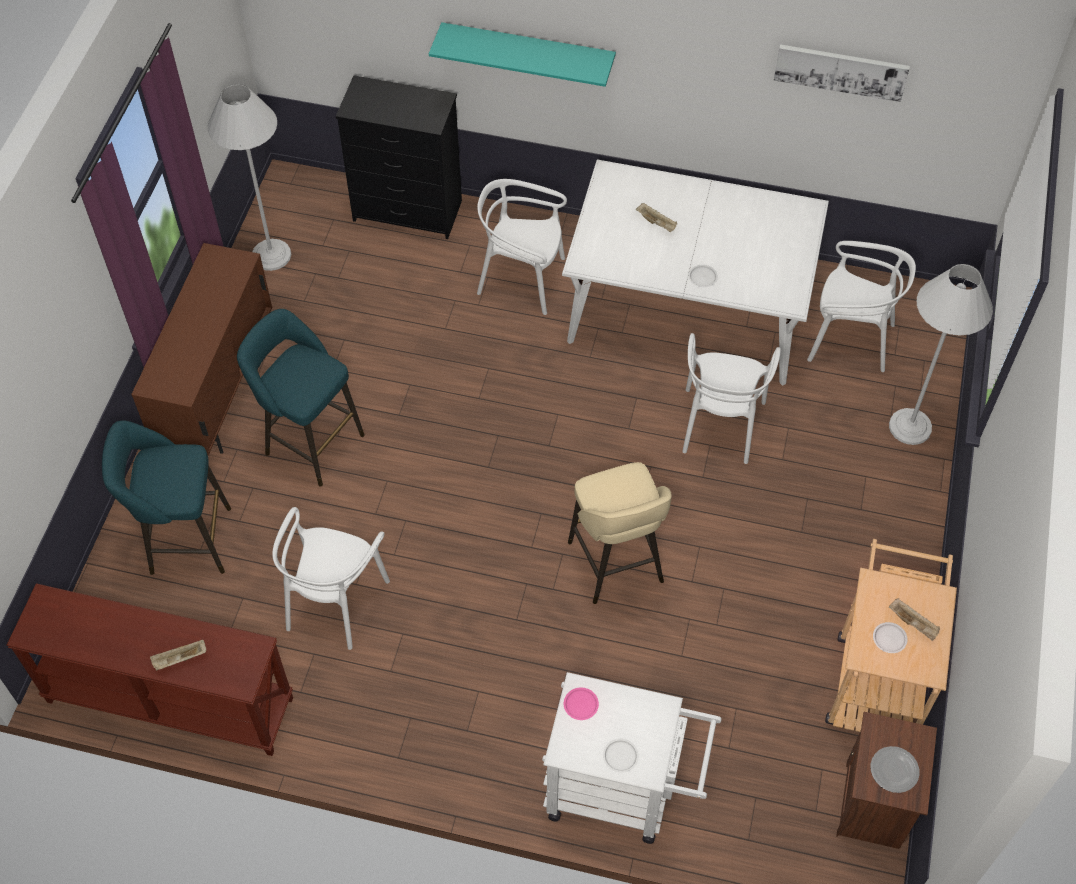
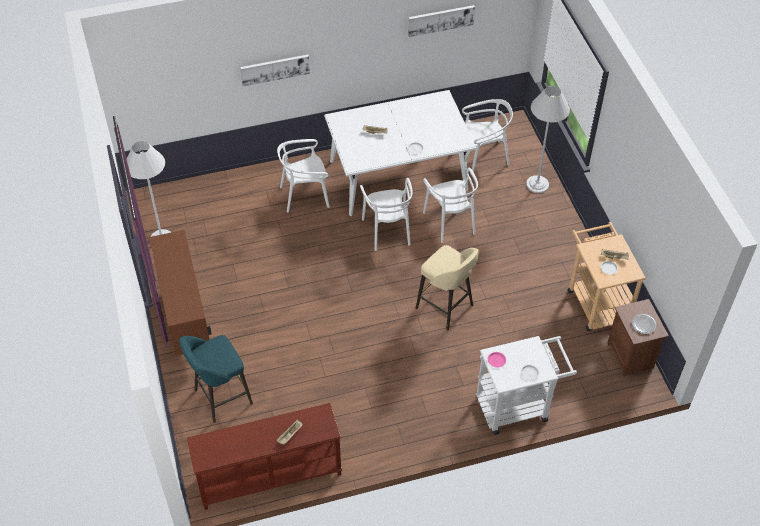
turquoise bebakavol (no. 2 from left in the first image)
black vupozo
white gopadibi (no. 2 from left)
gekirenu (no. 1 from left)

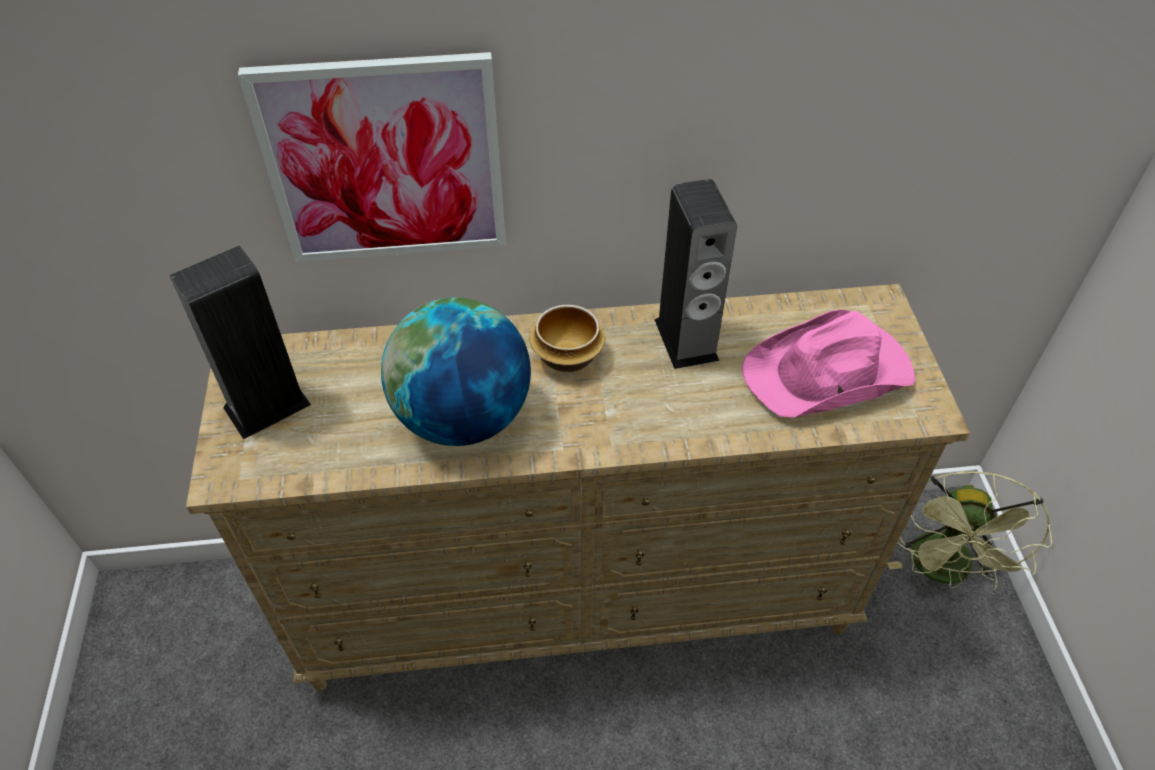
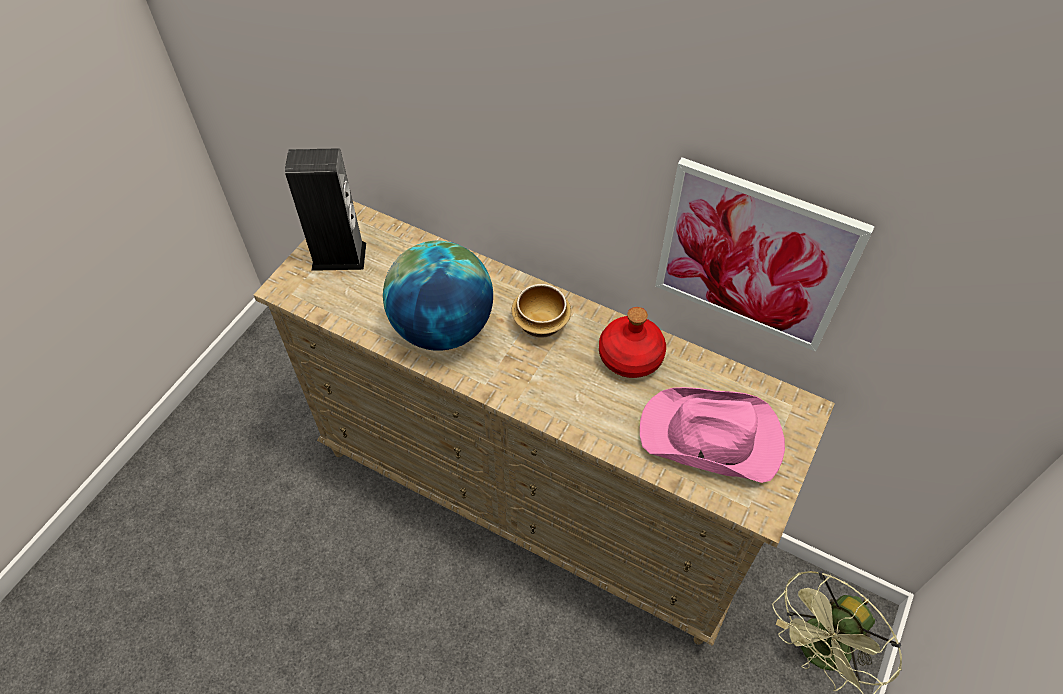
gekirenu
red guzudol

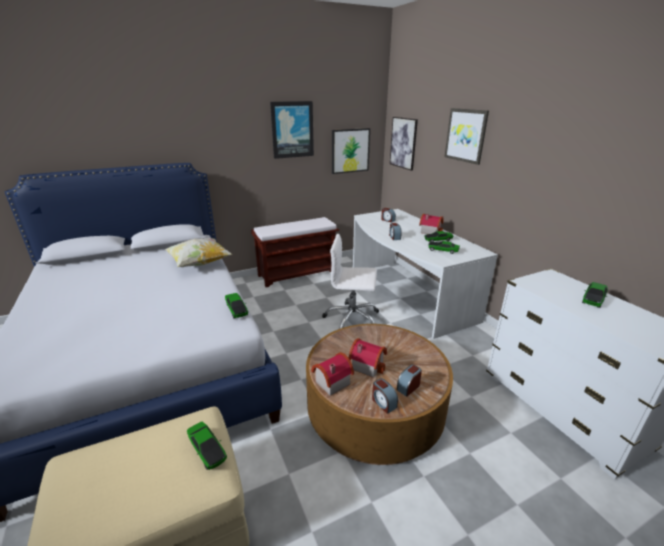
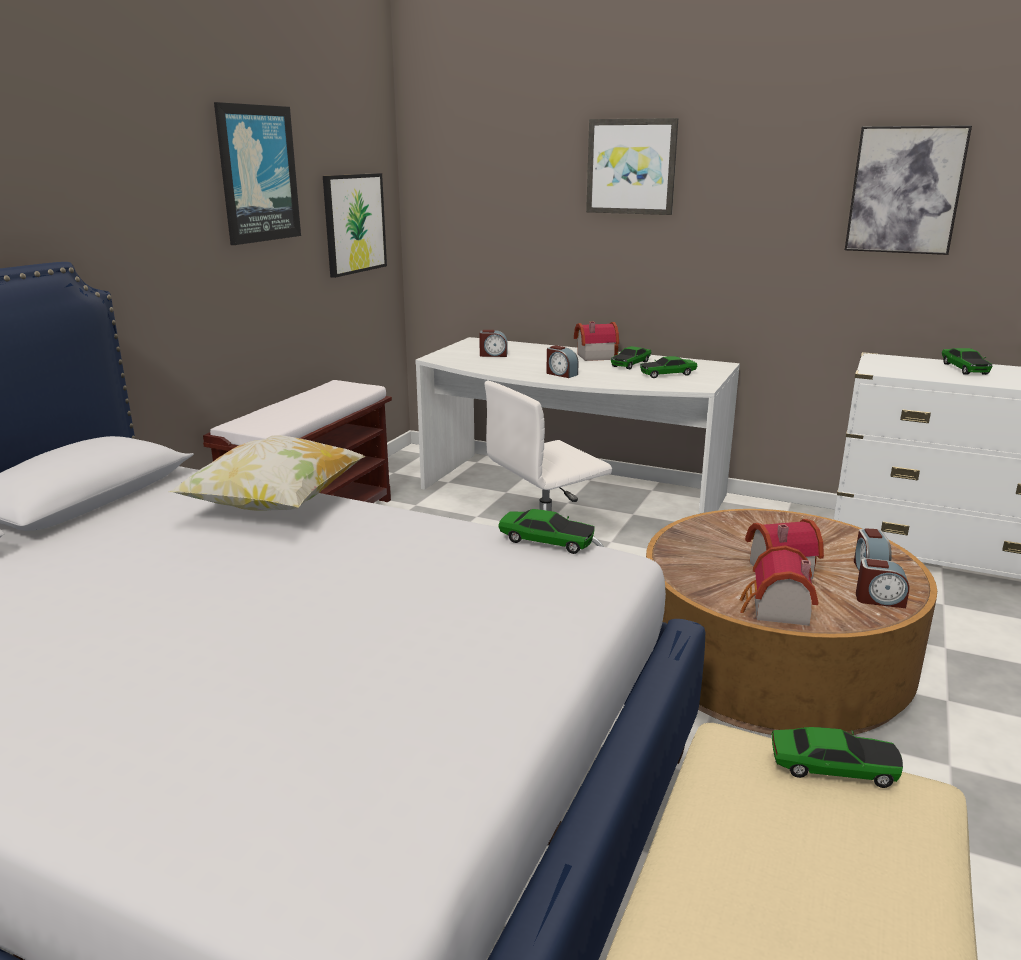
gekirenu (no. 4 from left)

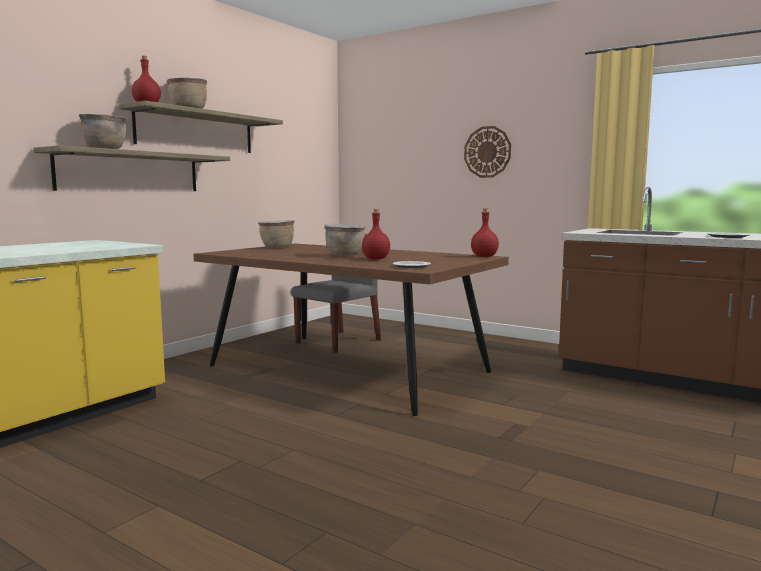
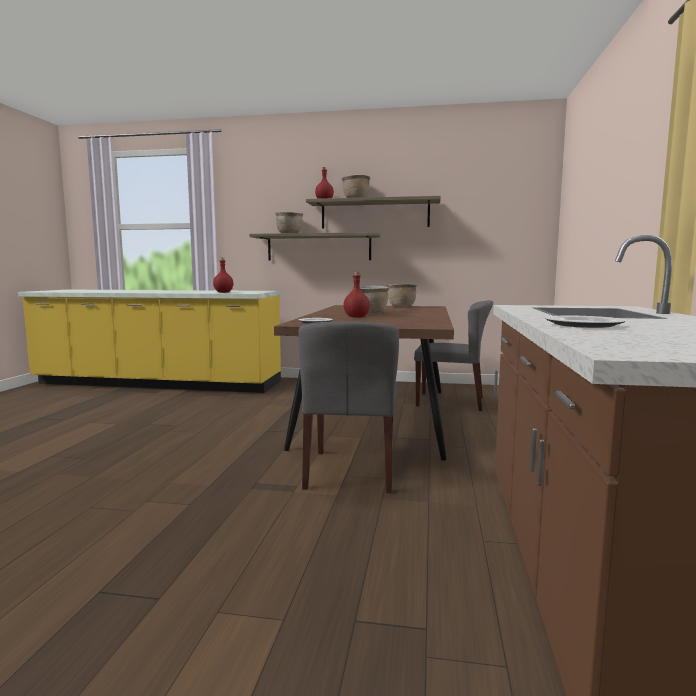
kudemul
grey gopadibi (no. 1 from left)
red guzudol (no. 1 from left)

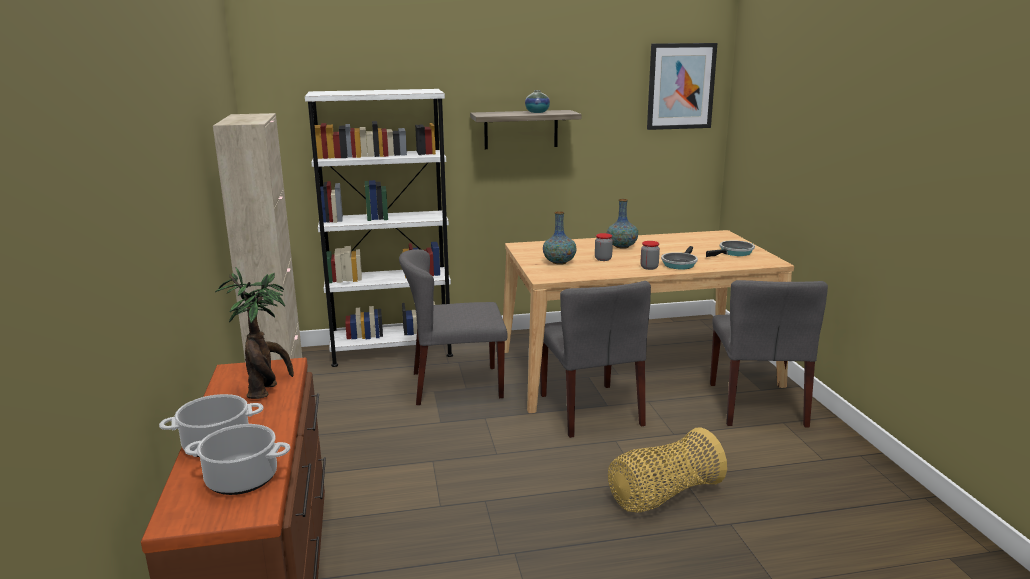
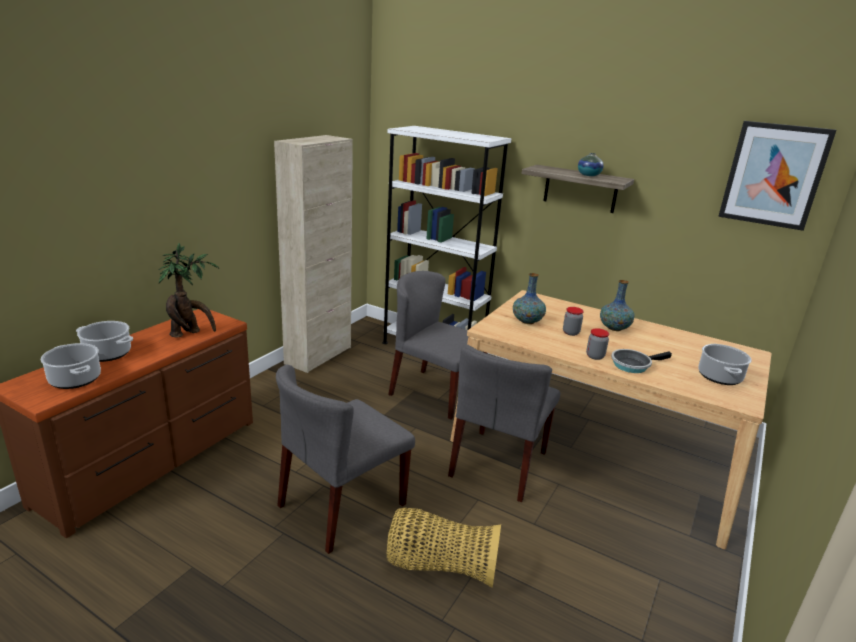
grey gopadibi (no. 1 from left)
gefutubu (no. 3 from left)

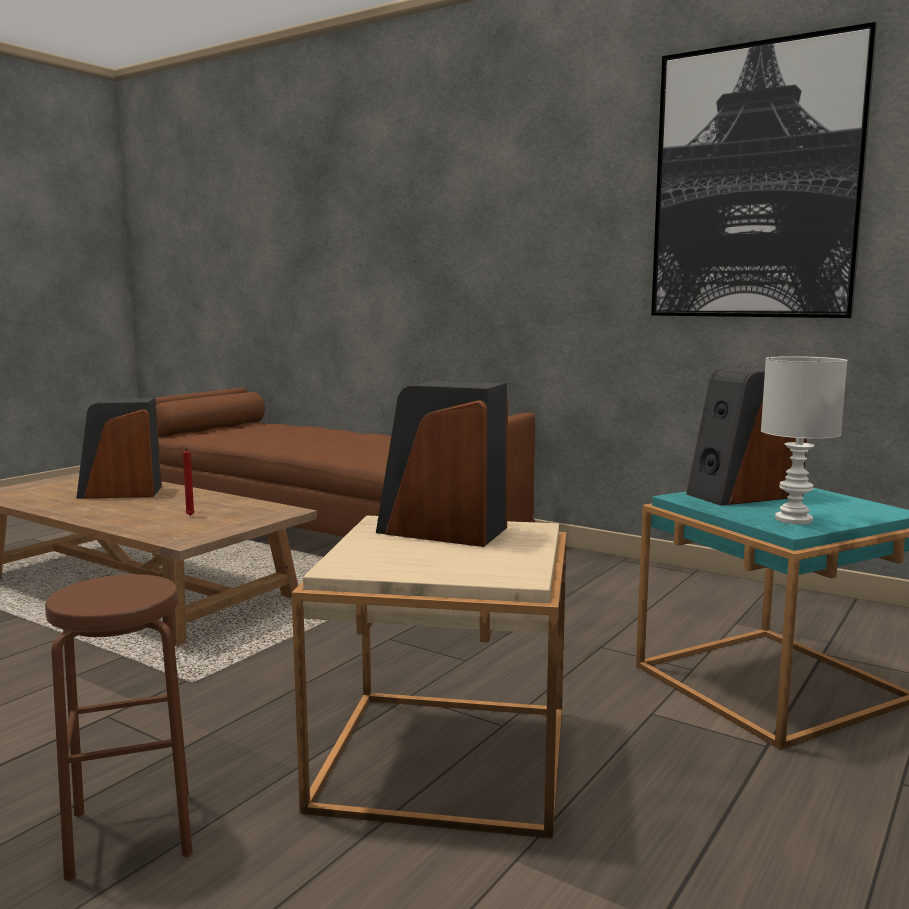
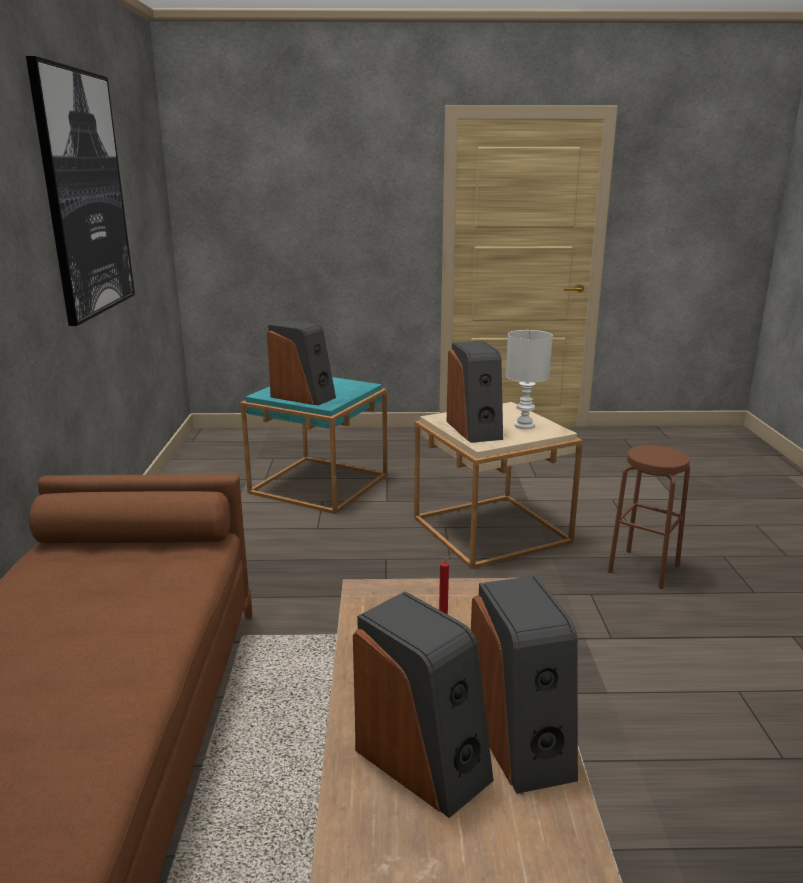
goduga (no. 4 from left)
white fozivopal

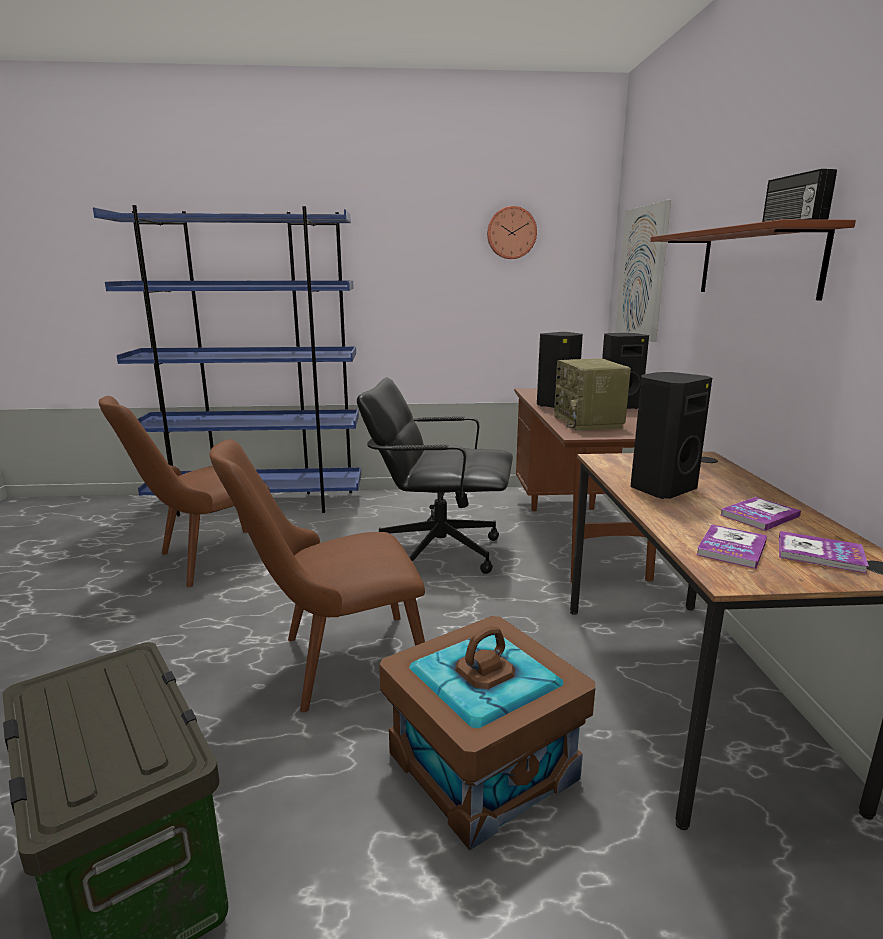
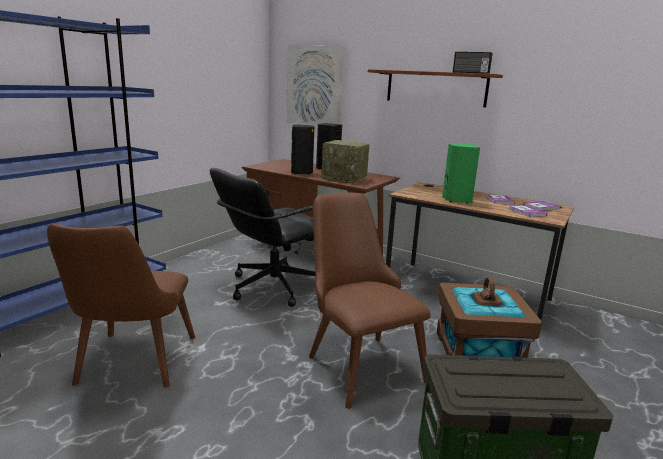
kudemul
green goduga
brown gopadibi (no. 2 from left)

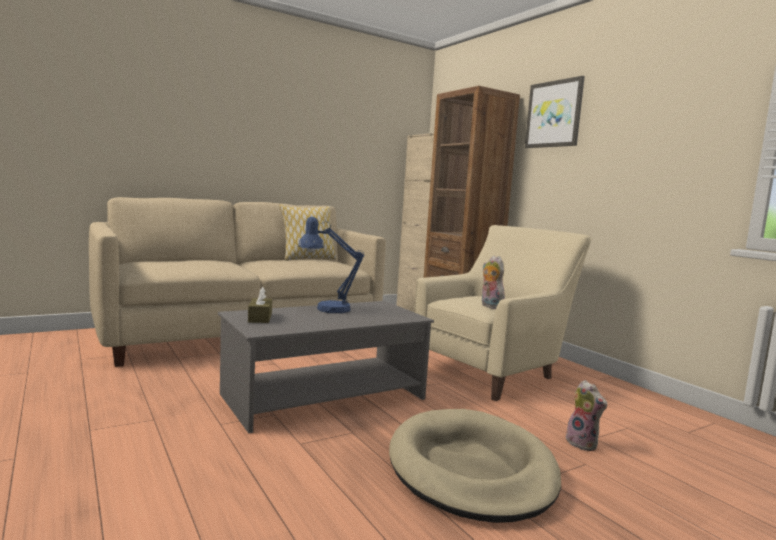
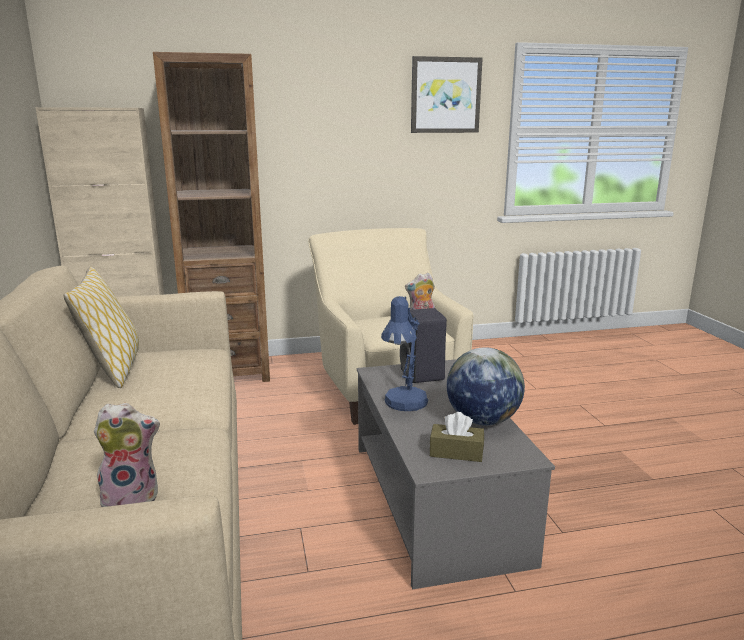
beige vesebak
black goduga
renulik
gekirenu
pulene (no. 1 from left)

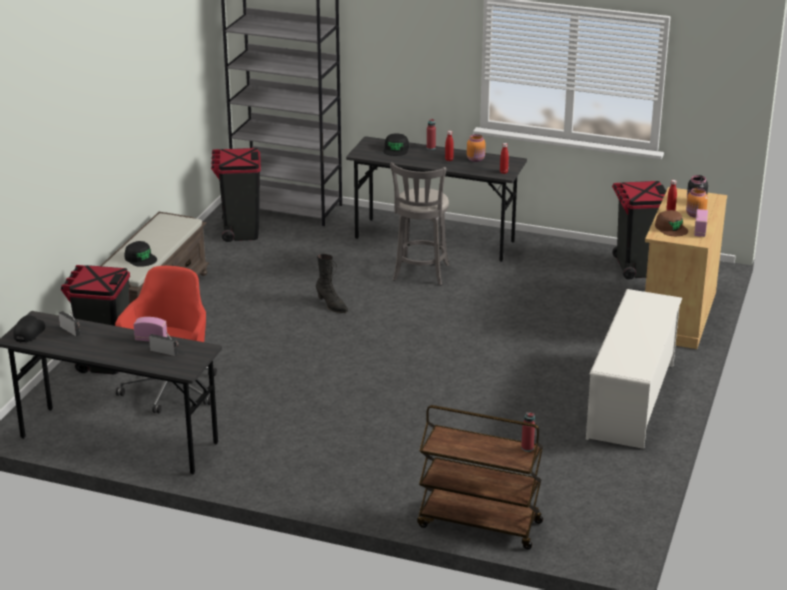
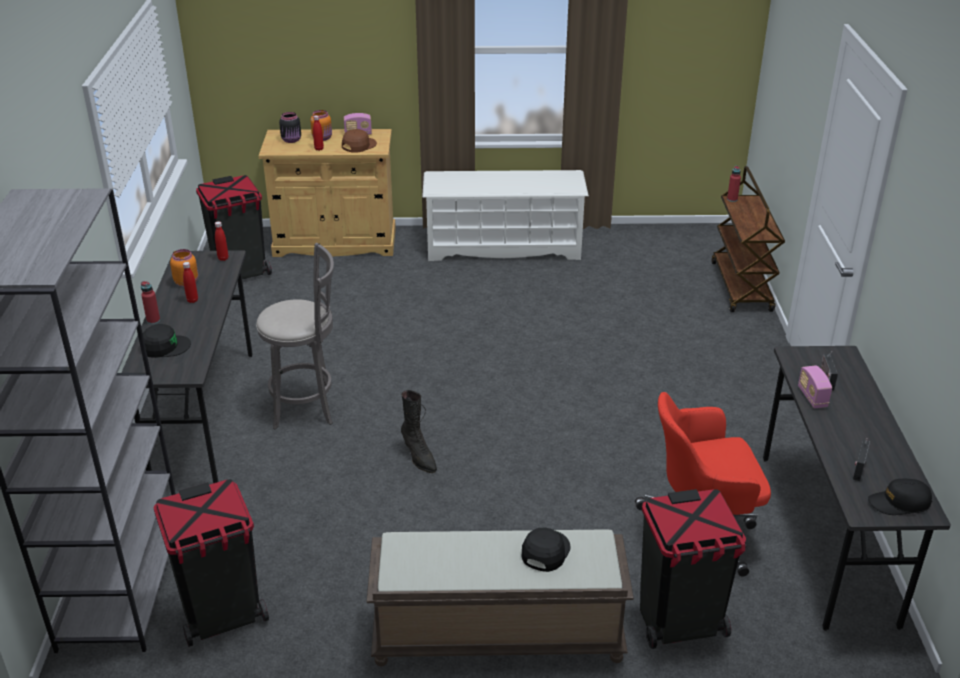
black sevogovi

